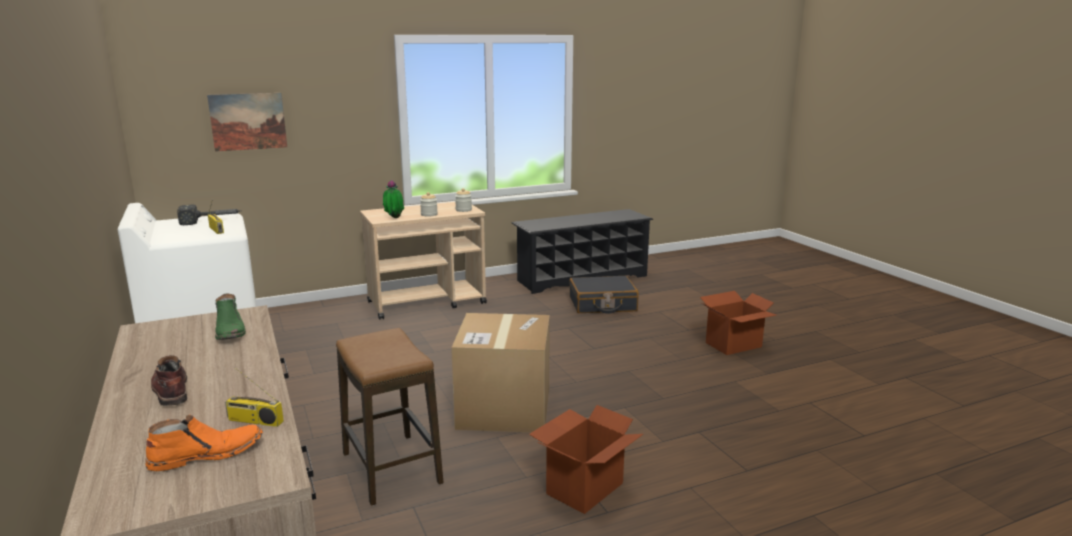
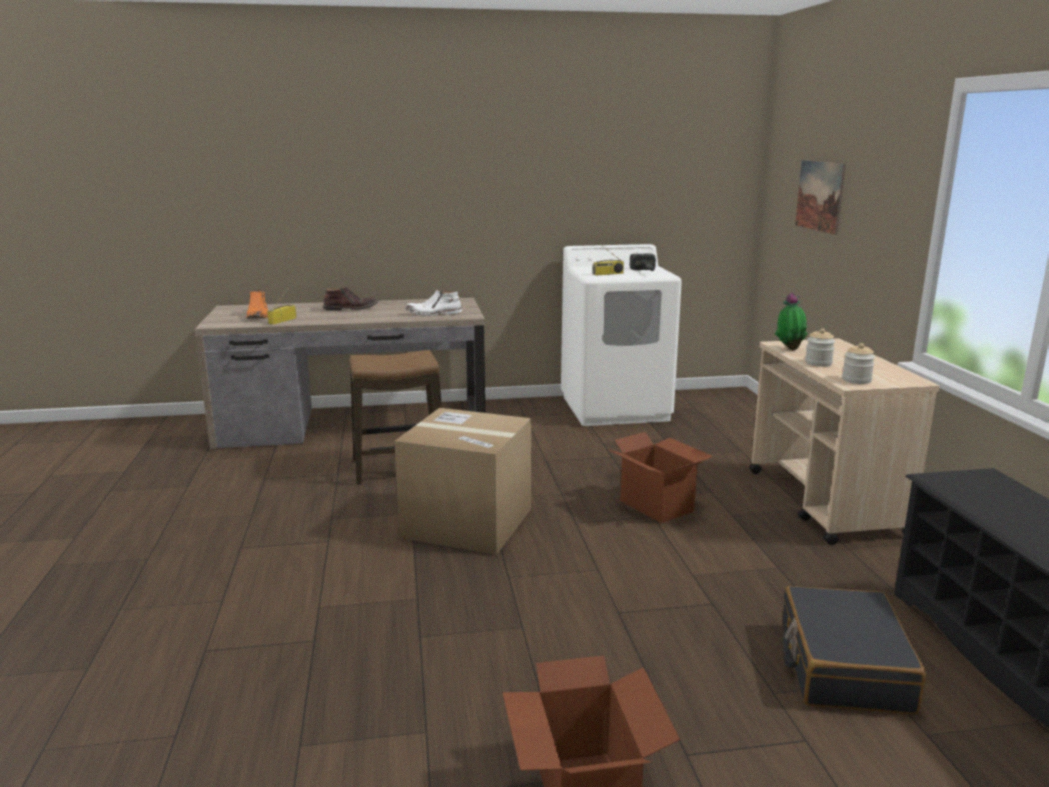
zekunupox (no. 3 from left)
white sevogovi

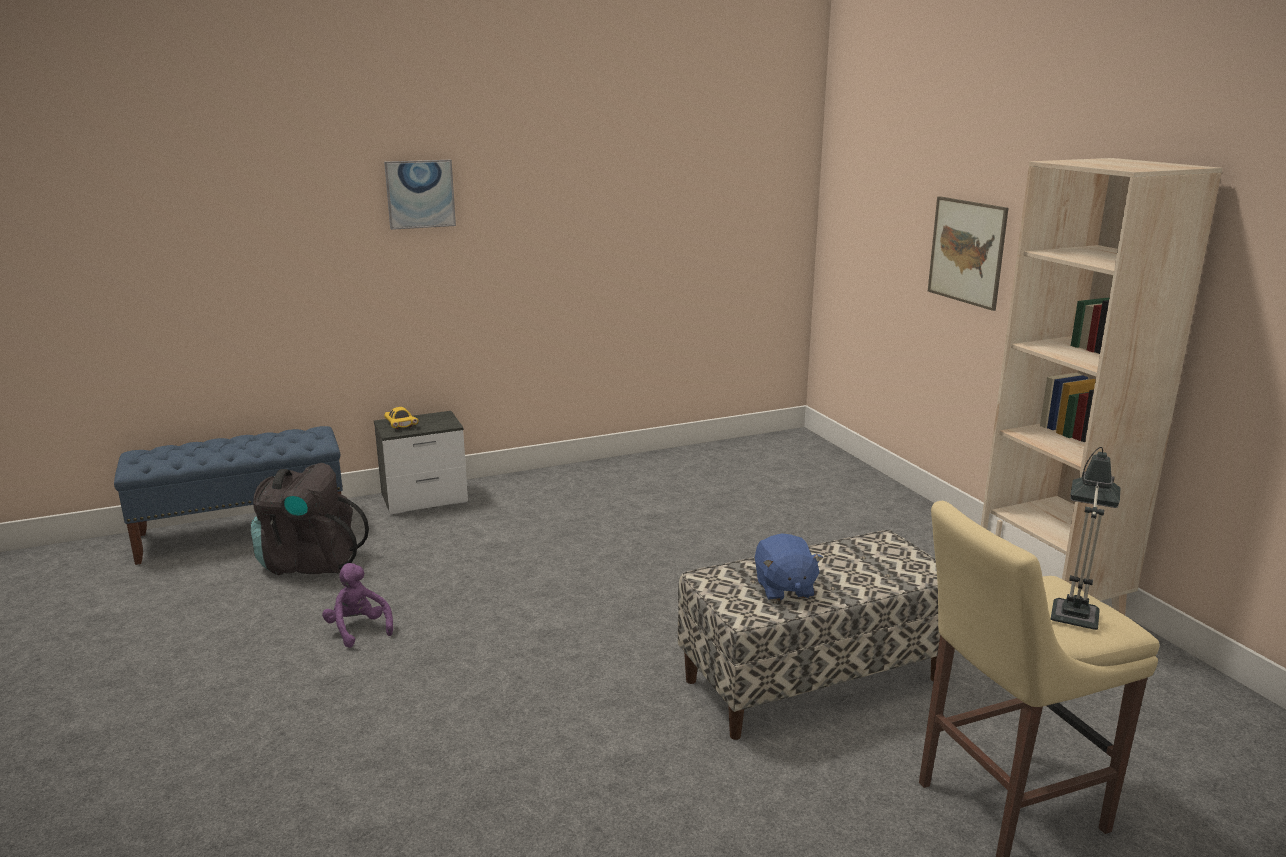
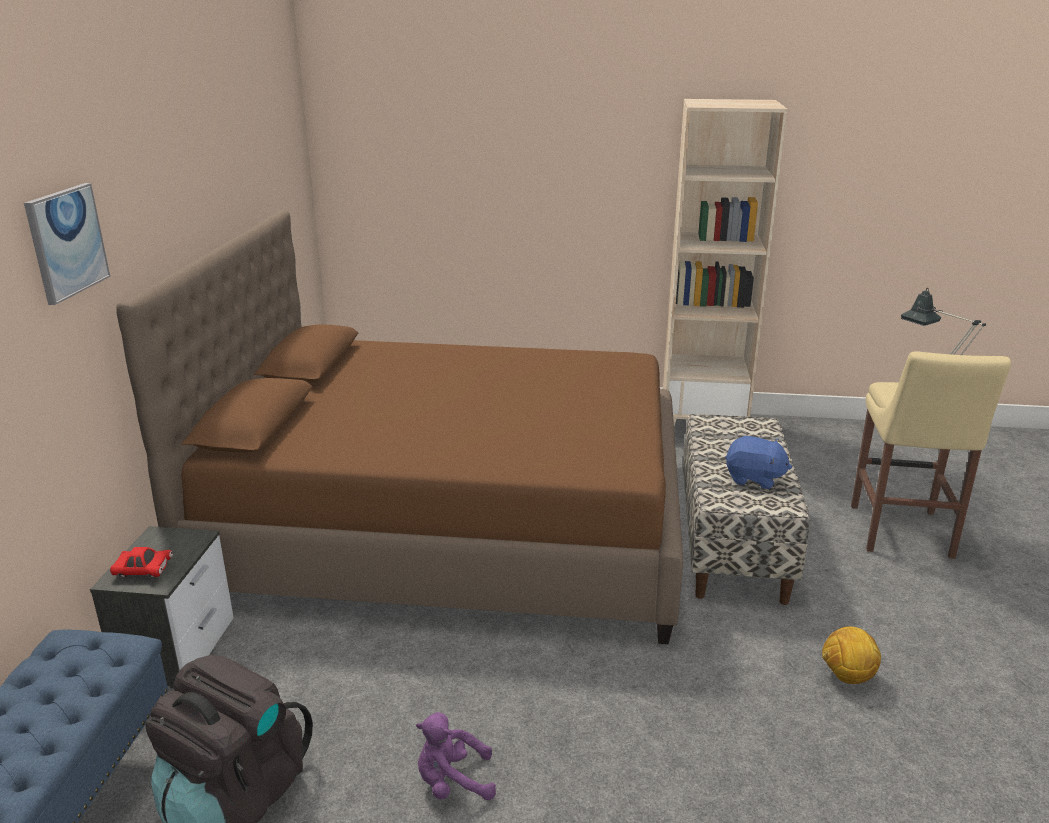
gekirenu (no. 2 from left in the first image)
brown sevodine
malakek
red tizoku

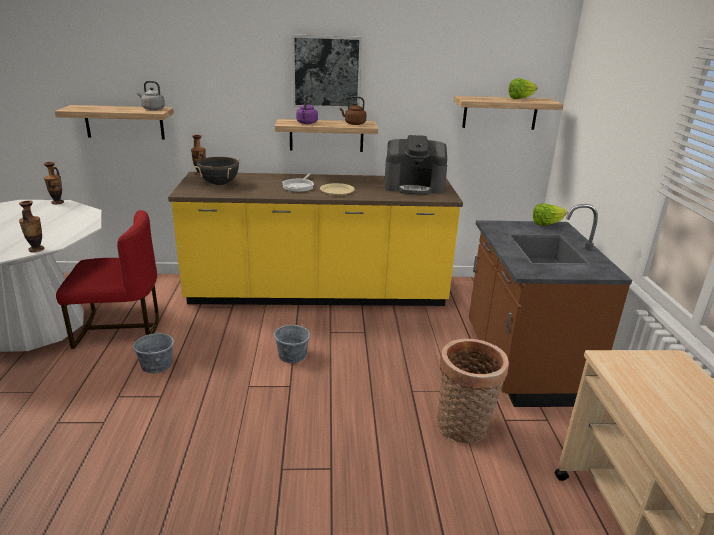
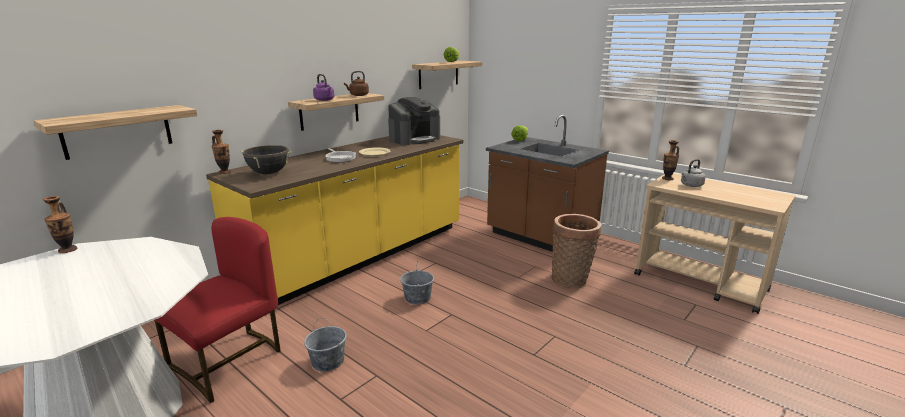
gekirenu
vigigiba (no. 3 from left)
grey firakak

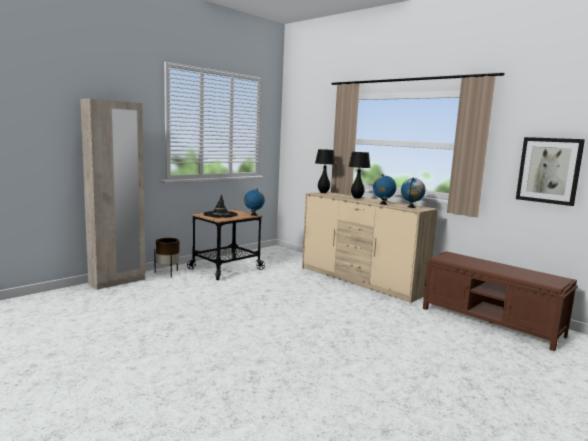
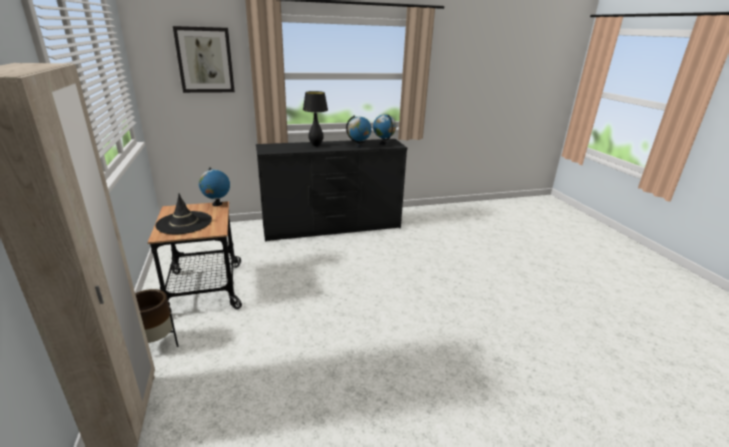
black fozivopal (no. 1 from left in the first image)
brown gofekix
gekirenu
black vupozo

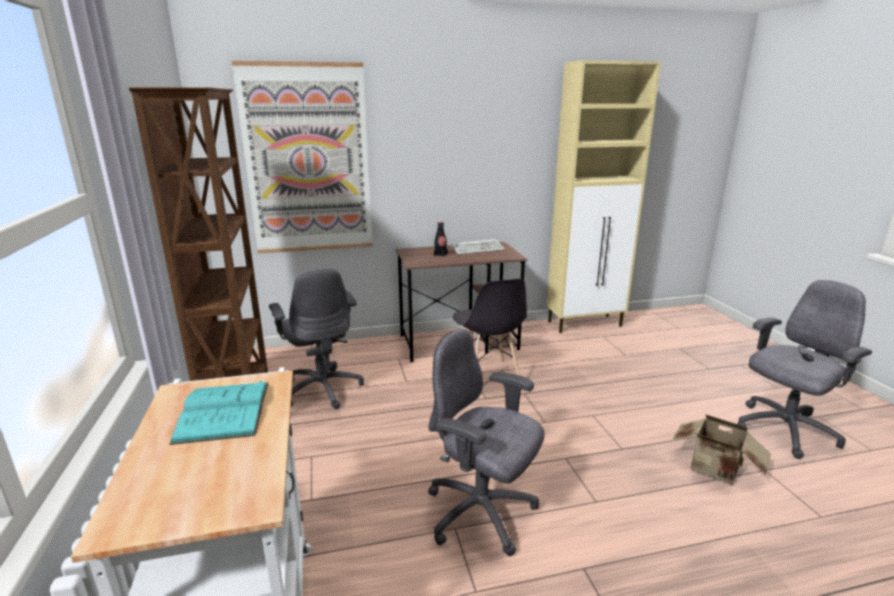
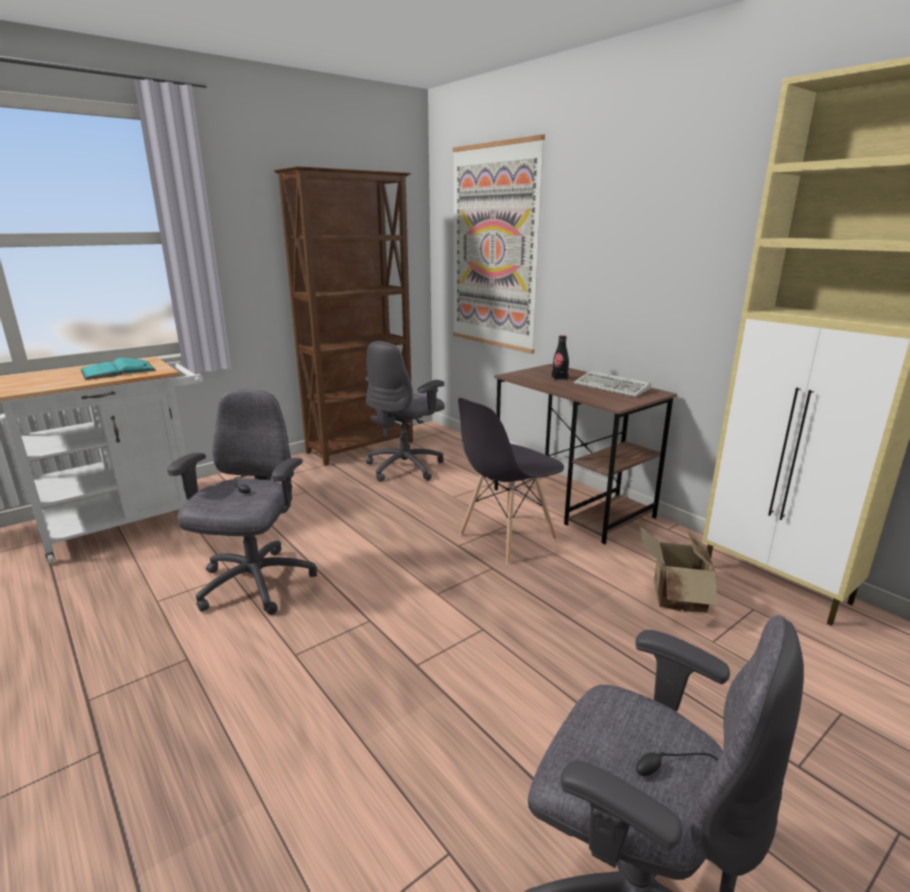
zekunupox

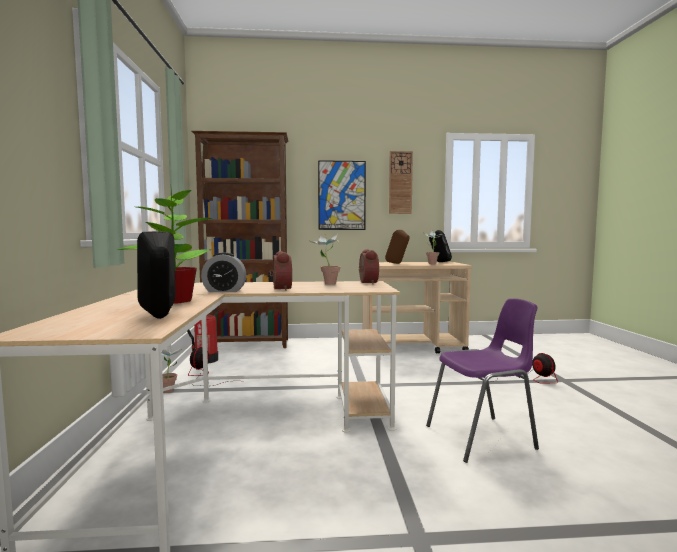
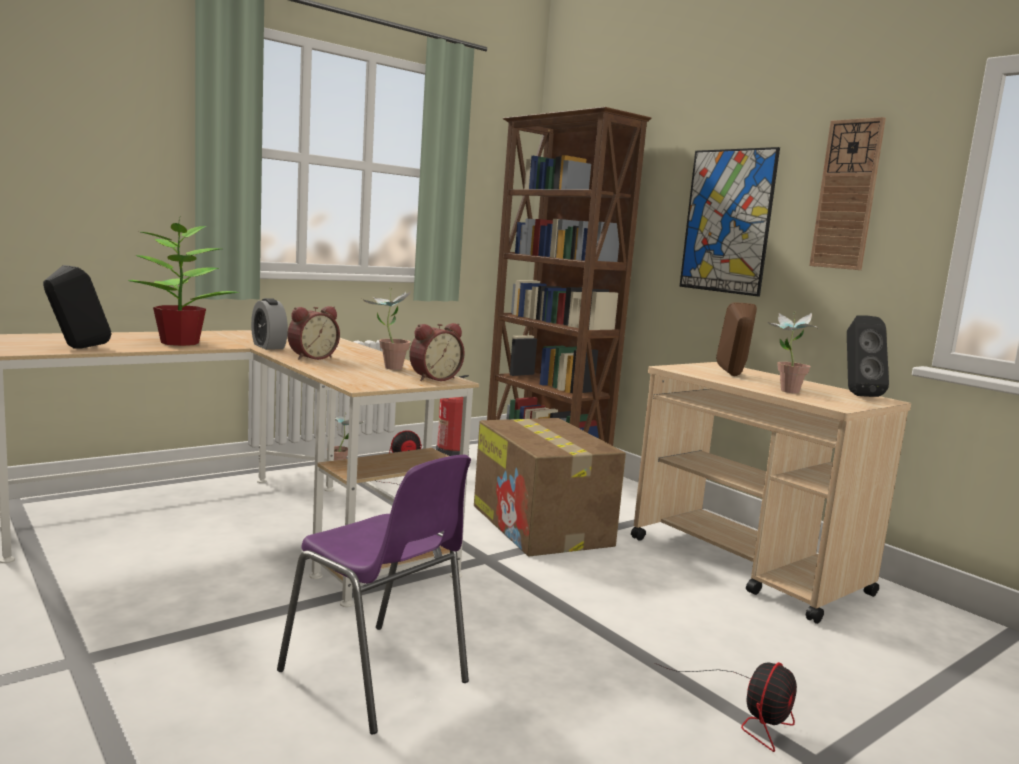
zekunupox

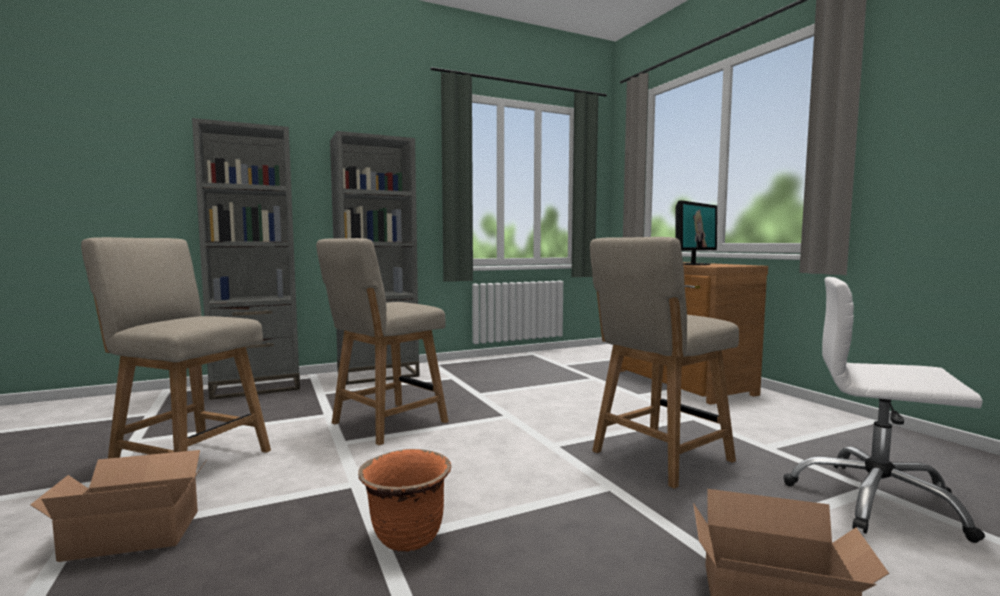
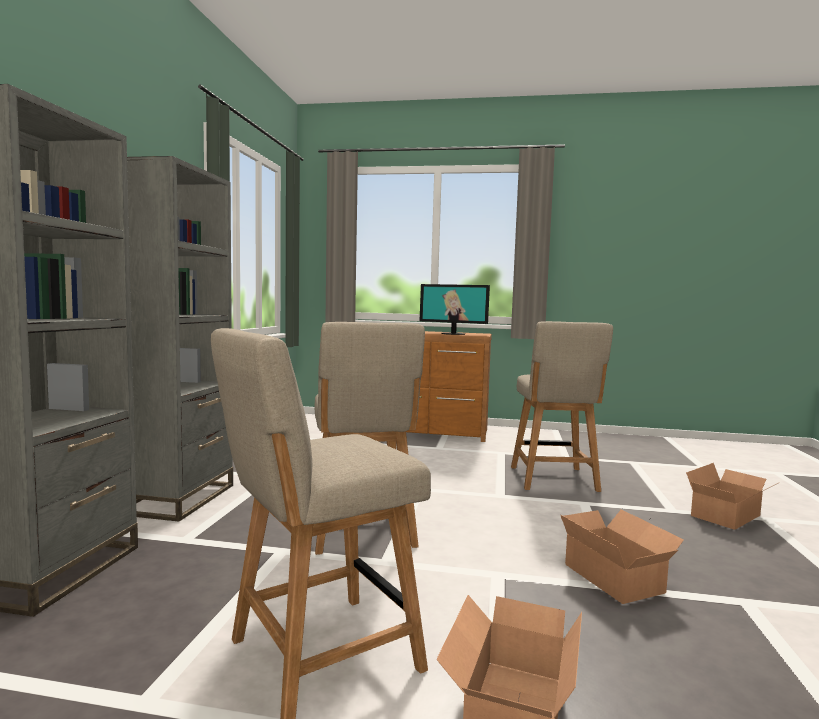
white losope
zekunupox (no. 2 from left)
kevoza

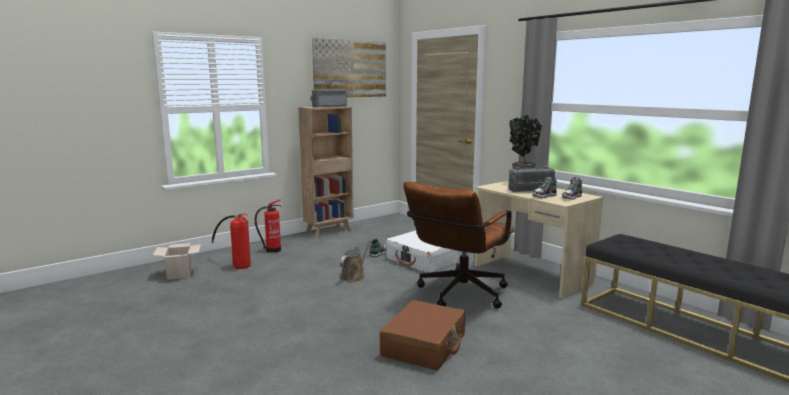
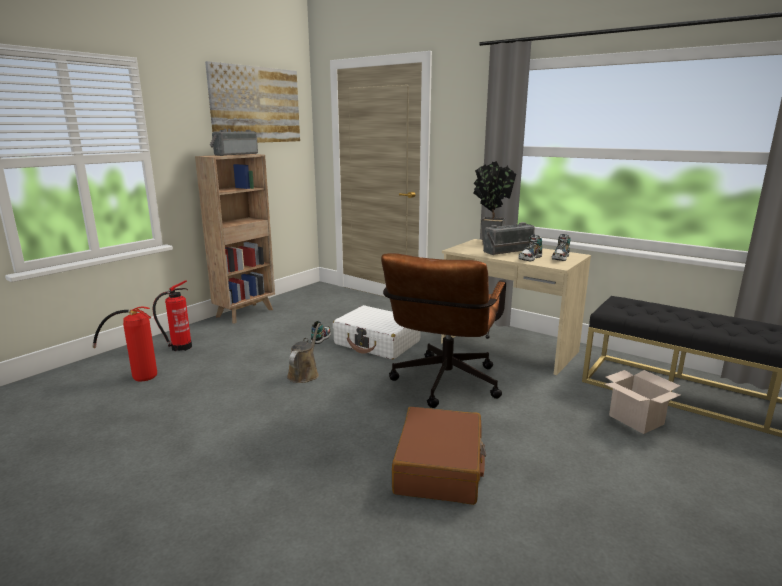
zekunupox

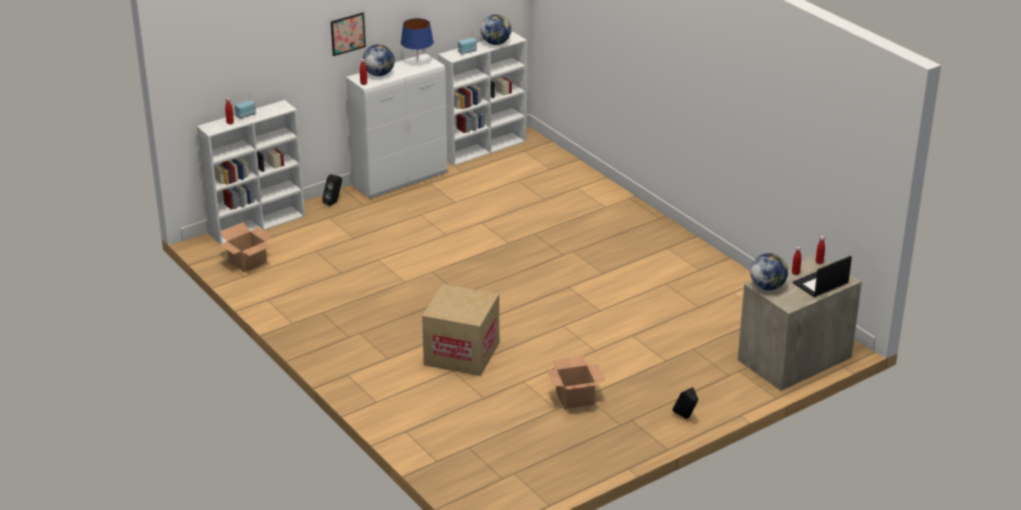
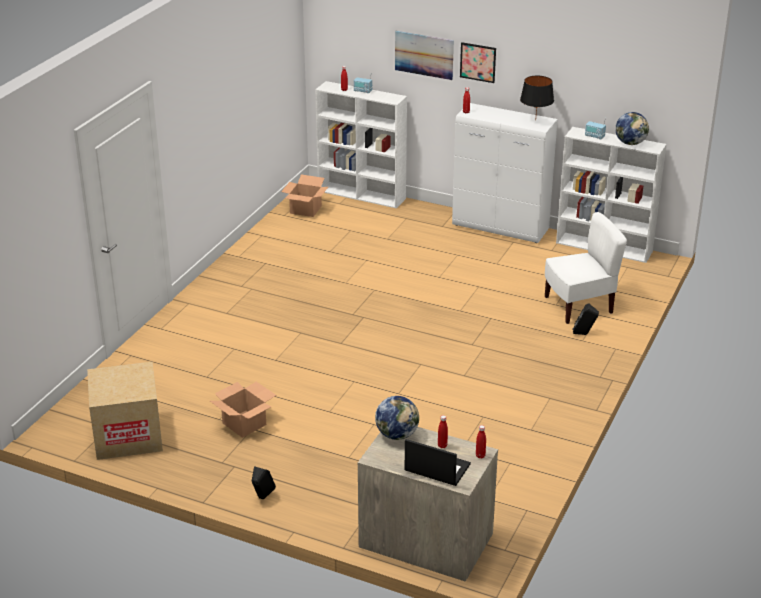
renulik (no. 1 from left in the first image)
gekirenu (no. 1 from left)
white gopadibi
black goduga (no. 2 from left)
zekunupox (no. 1 from left)
black fozivopal

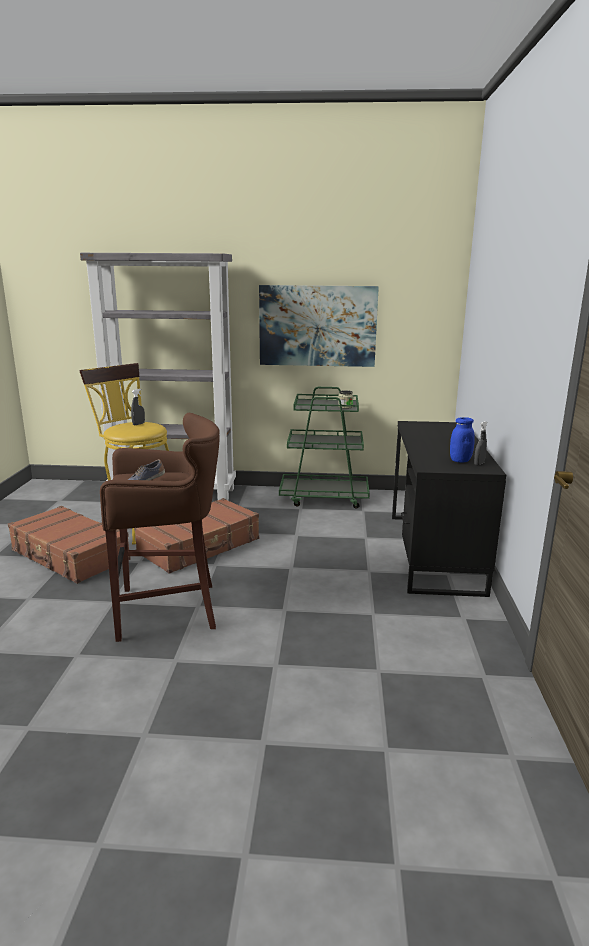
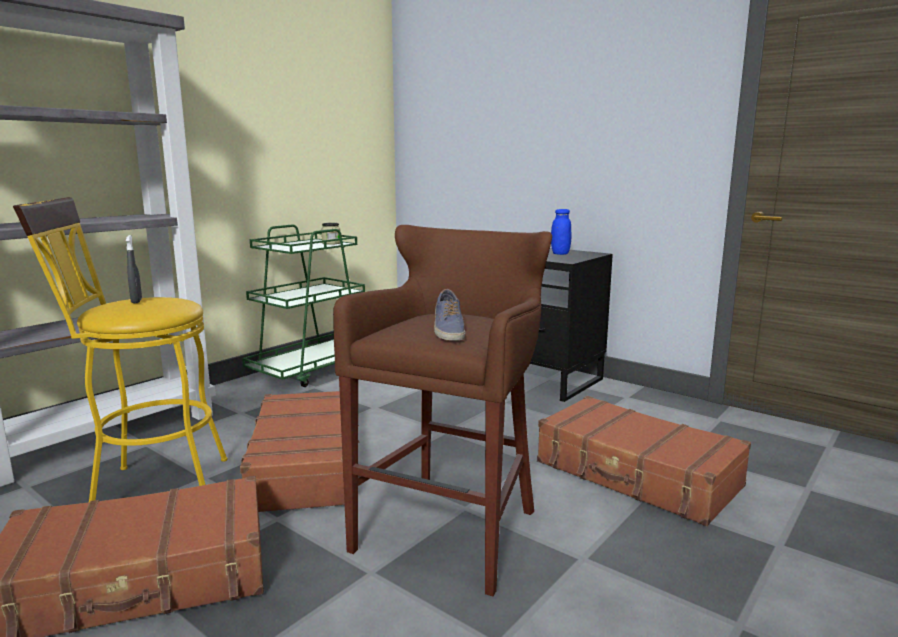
gekirenu
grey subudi (no. 2 from left in the first image)
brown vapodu (no. 3 from left)

